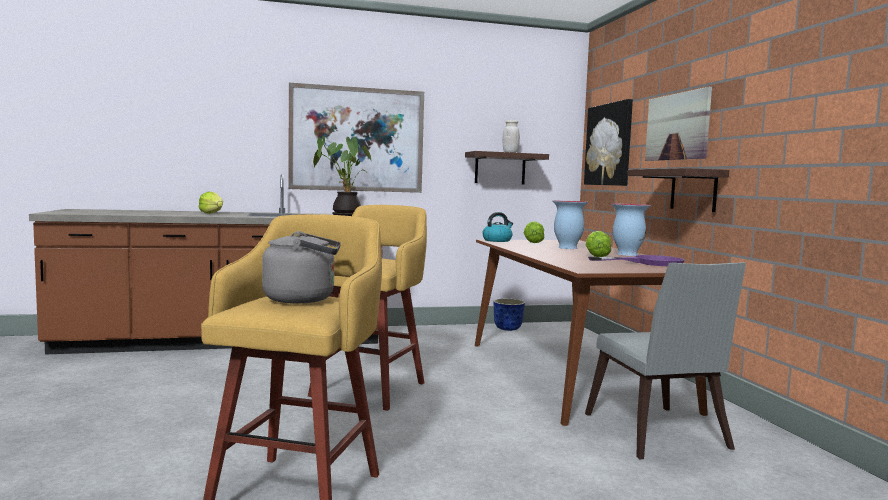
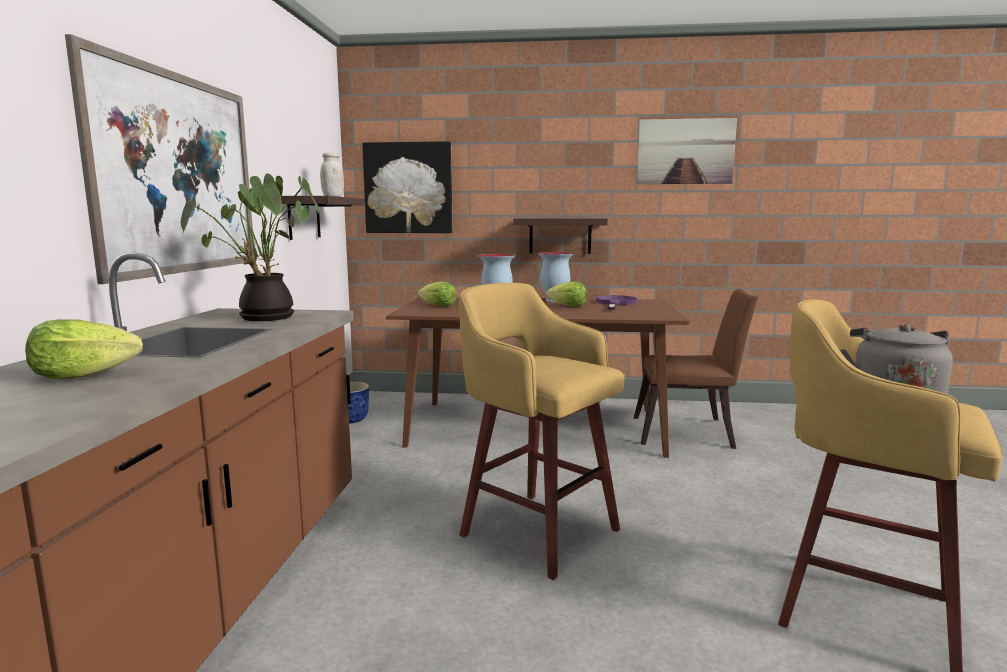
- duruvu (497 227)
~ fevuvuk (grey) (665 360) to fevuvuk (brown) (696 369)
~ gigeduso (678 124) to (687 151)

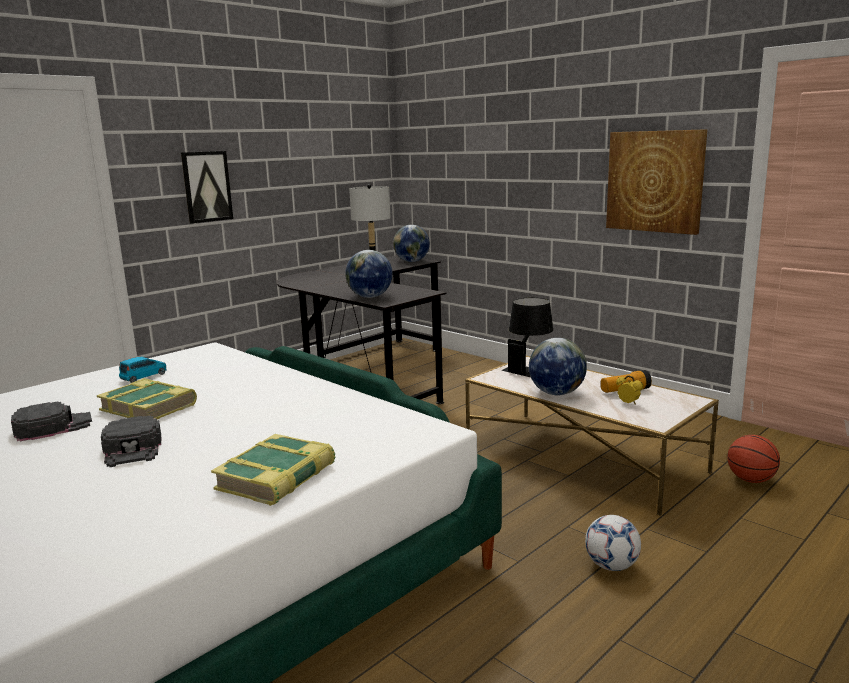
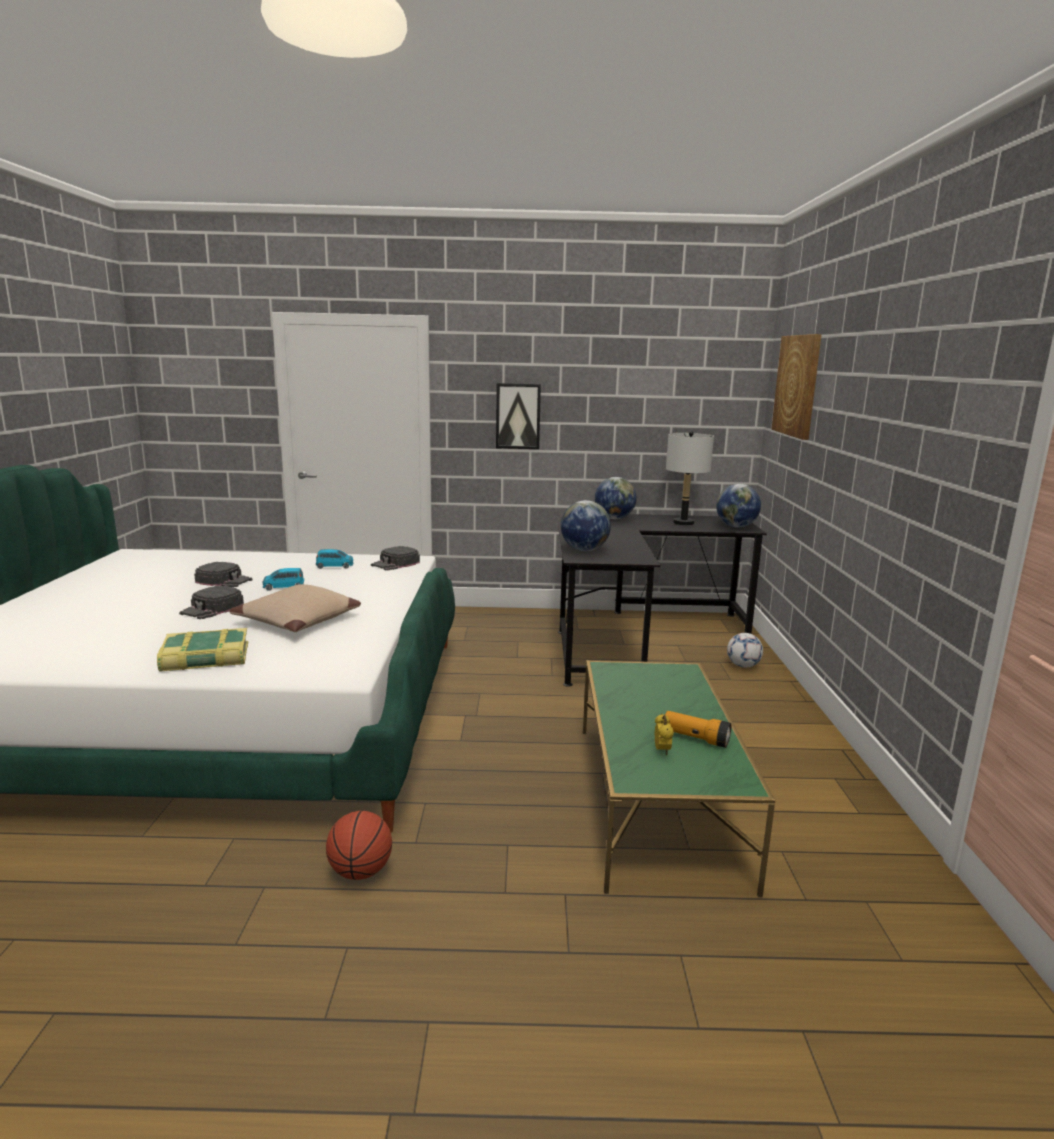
~ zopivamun (147 398) to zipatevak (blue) (283 579)
~ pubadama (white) (592 436) to pubadama (green) (679 778)
- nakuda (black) (527 337)
~ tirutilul (558 366) to (616 498)
~ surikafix (613 543) to (745 650)
~ gigeduso (656 182) to (796 387)
~ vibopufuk (753 459) to (359 845)
+ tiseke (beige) (295 608)
+ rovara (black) (395 558)

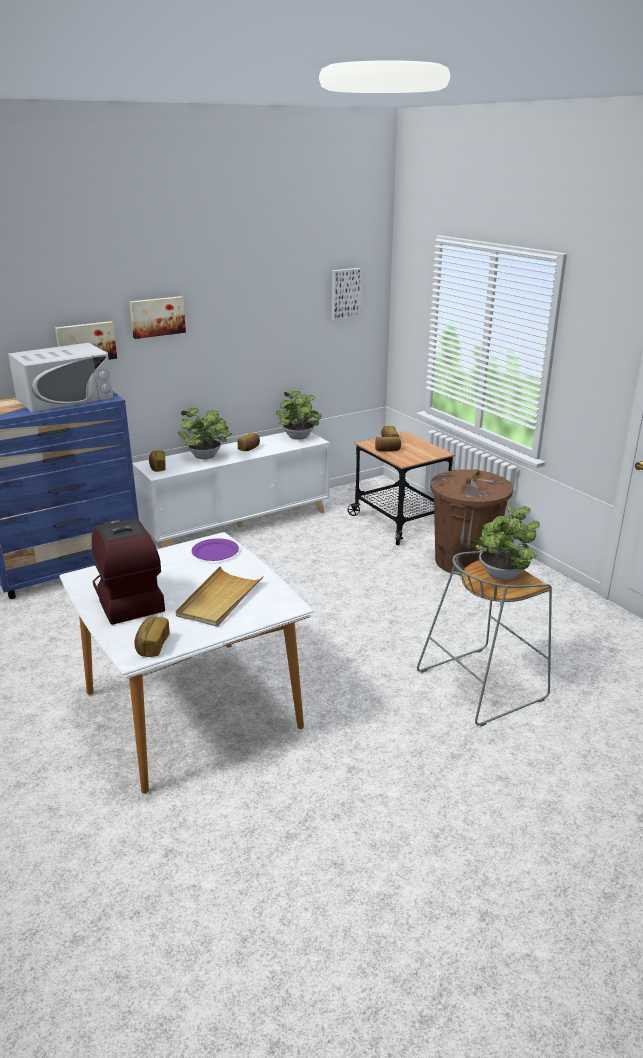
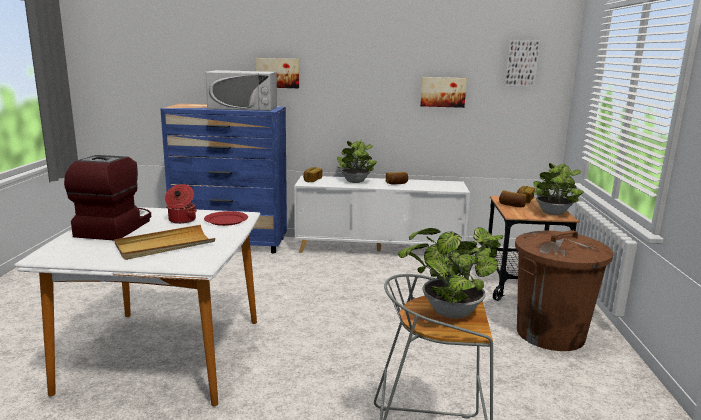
~ gigeduso (157 317) to (443 92)
- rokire (152 636)
~ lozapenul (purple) (215 549) to lozapenul (red) (226 218)
~ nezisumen (299 415) to (558 189)
+ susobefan (181 204)

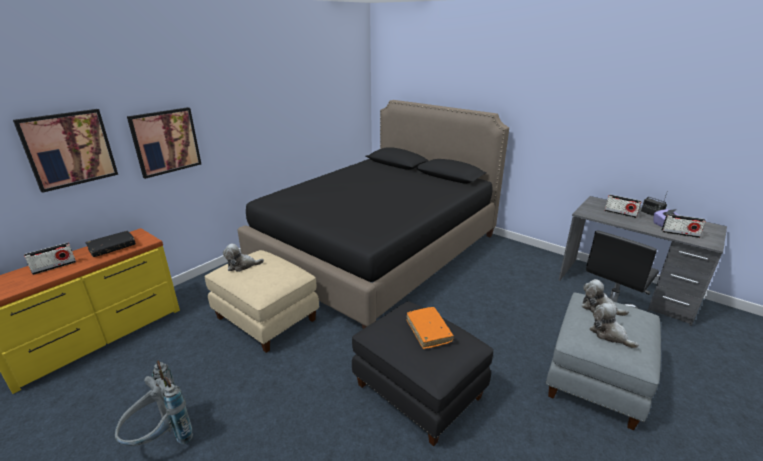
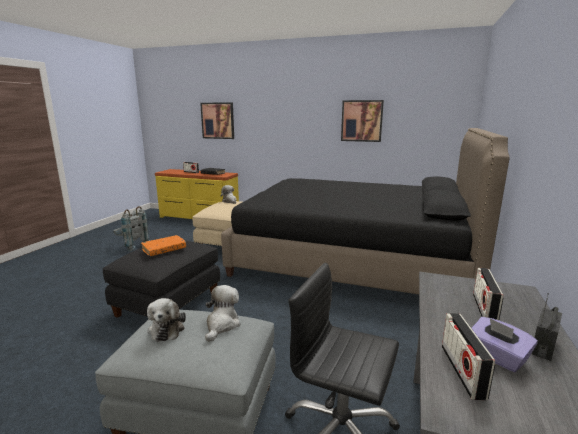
~ gigeduso (164 143) to (362 121)
~ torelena (614 326) = (166 320) 135 degrees clockwise

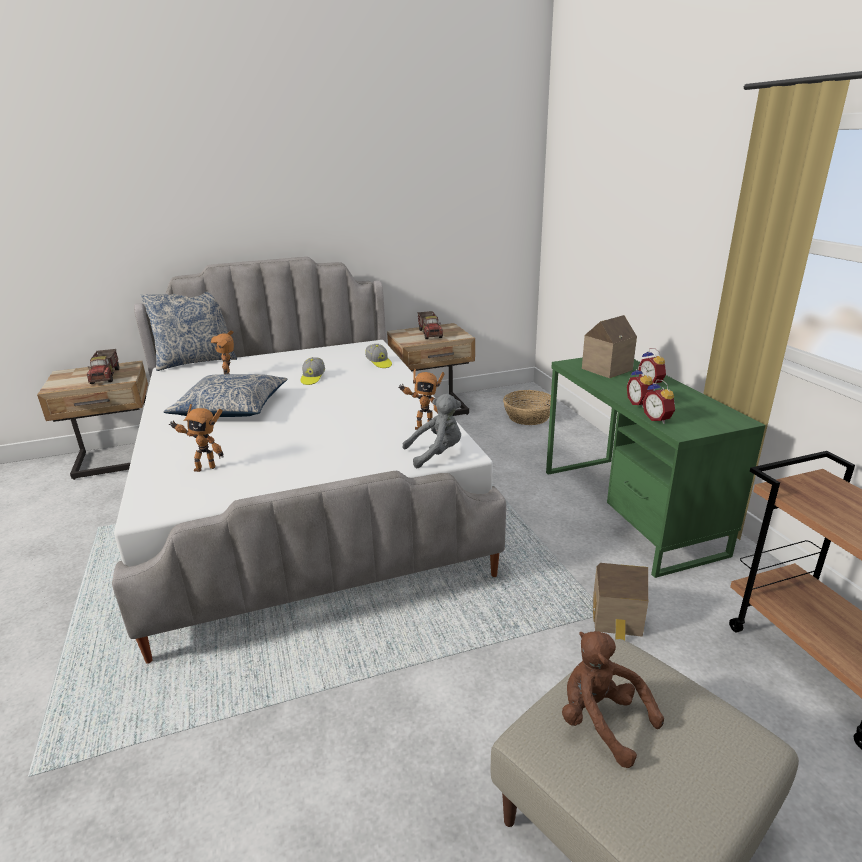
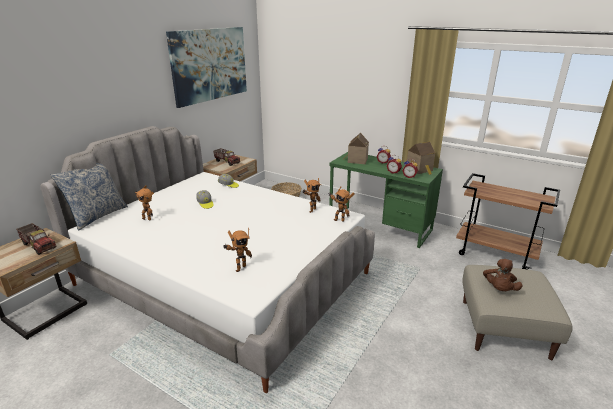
- tiseke (225 395)
~ torelena (grey) (431 431) to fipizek (342 204)
~ torelena (brown) (613 699) = (503 275) 75 degrees counterclockwise
~ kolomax (620 601) to (421 158)
+ gigeduso (206 67)

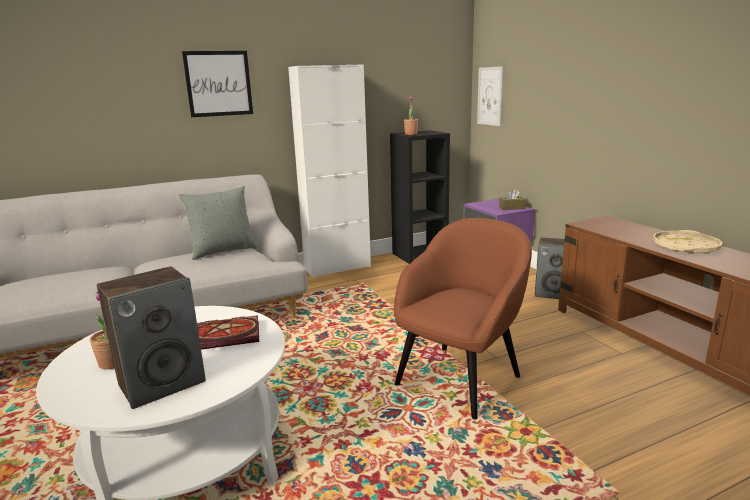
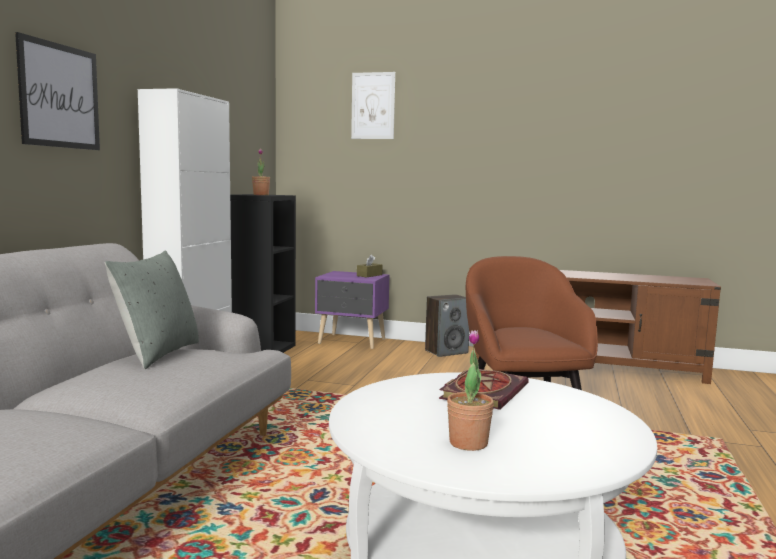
- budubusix (151 337)
~ gigeduso (490 96) to (373 105)
- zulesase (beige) (687 242)

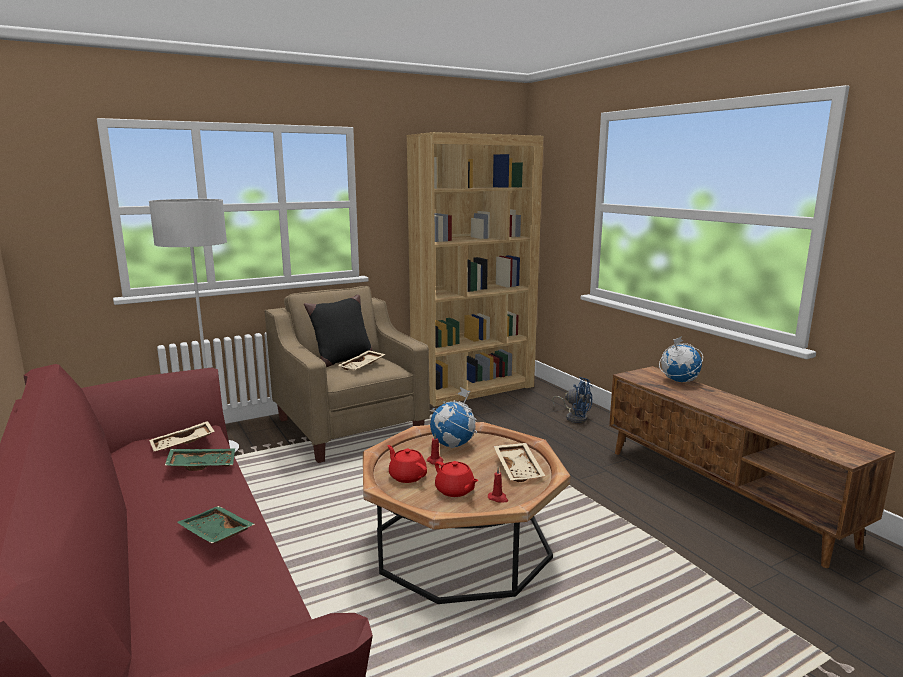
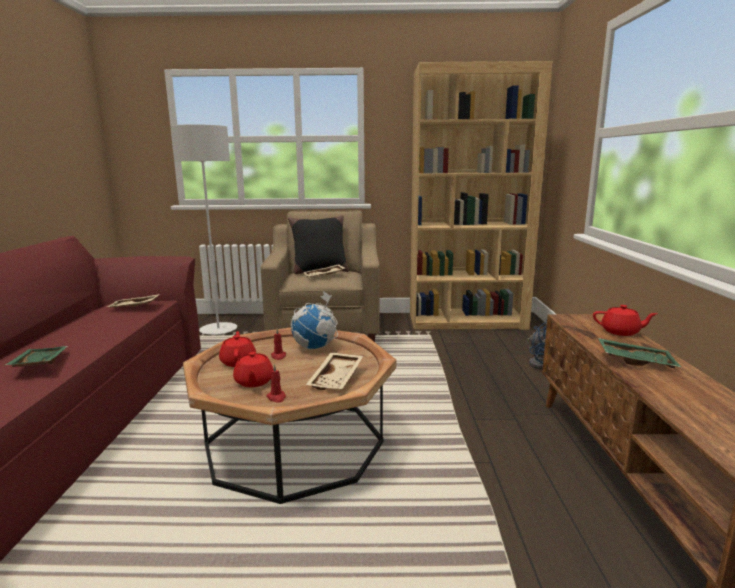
~ zulesase (green) (200 460) to (640 353)
~ tirutilul (681 359) to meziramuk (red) (625 320)

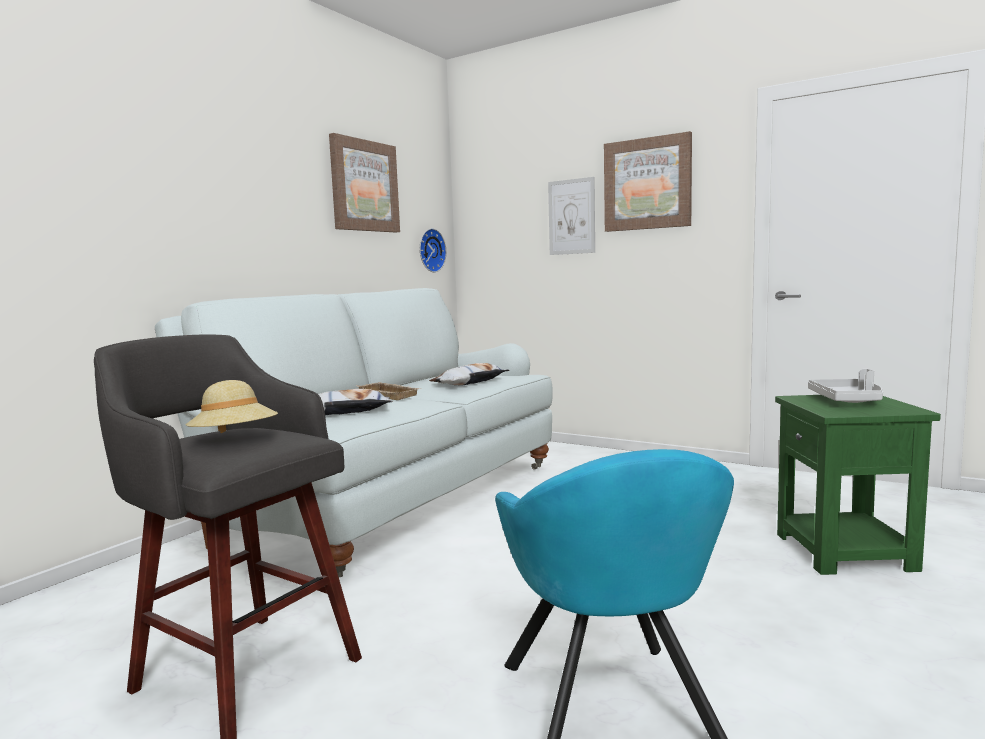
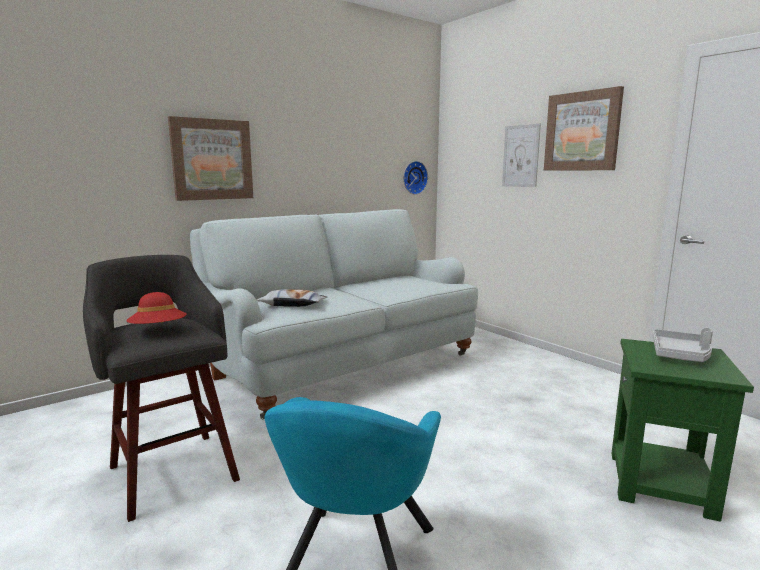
~ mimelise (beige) (231 406) to mimelise (red) (156 308)
~ gigeduso (364 183) to (210 158)
- zulesase (beige) (388 391)
- tiseke (469 374)

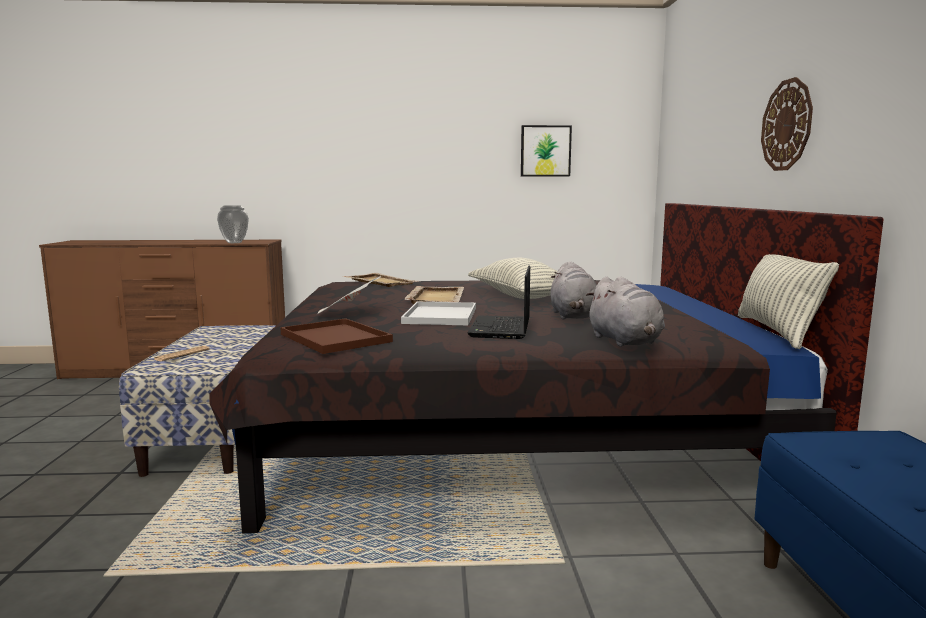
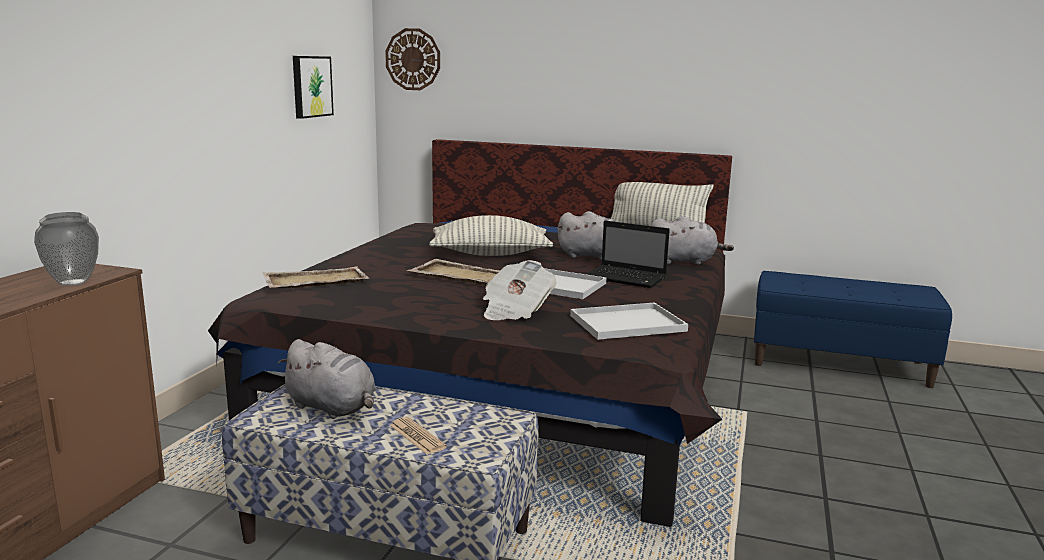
~ zulesase (brown) (336 336) to zulesase (white) (629 321)
~ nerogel (787 124) to (412 59)
+ torelena (grey) (327 379)

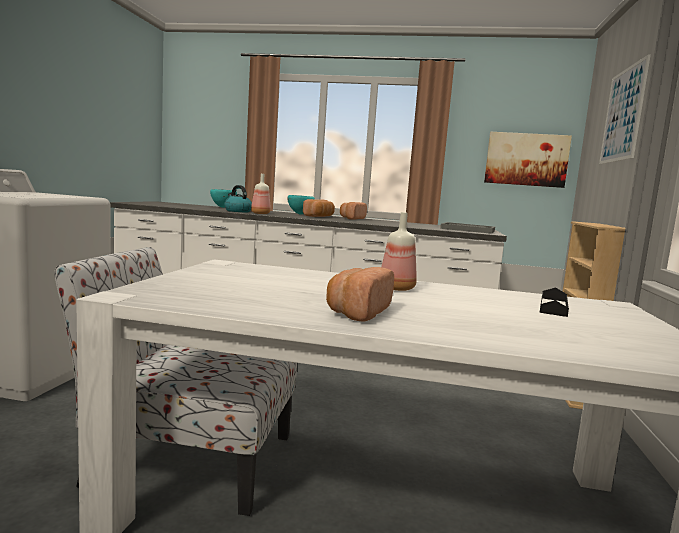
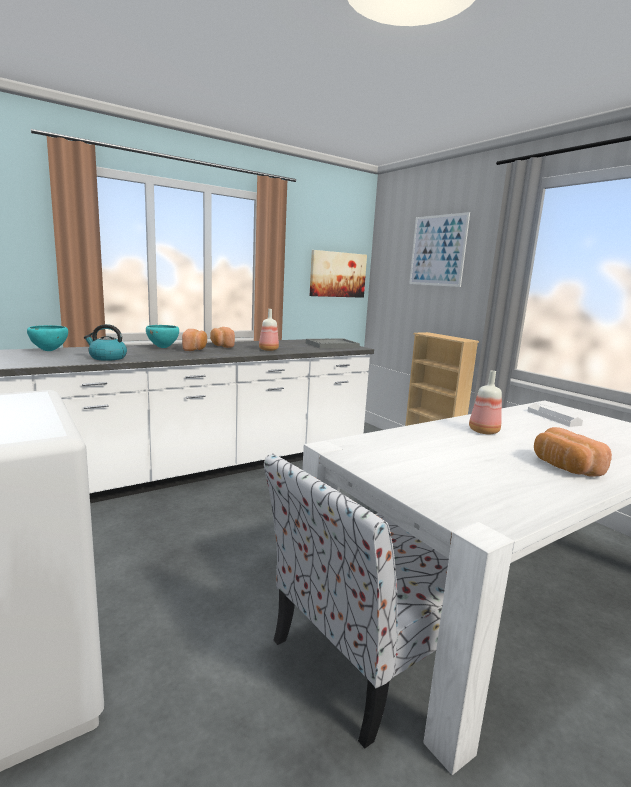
~ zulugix (261 194) to (269 330)
~ zulesase (black) (554 302) to zulesase (white) (555 415)

